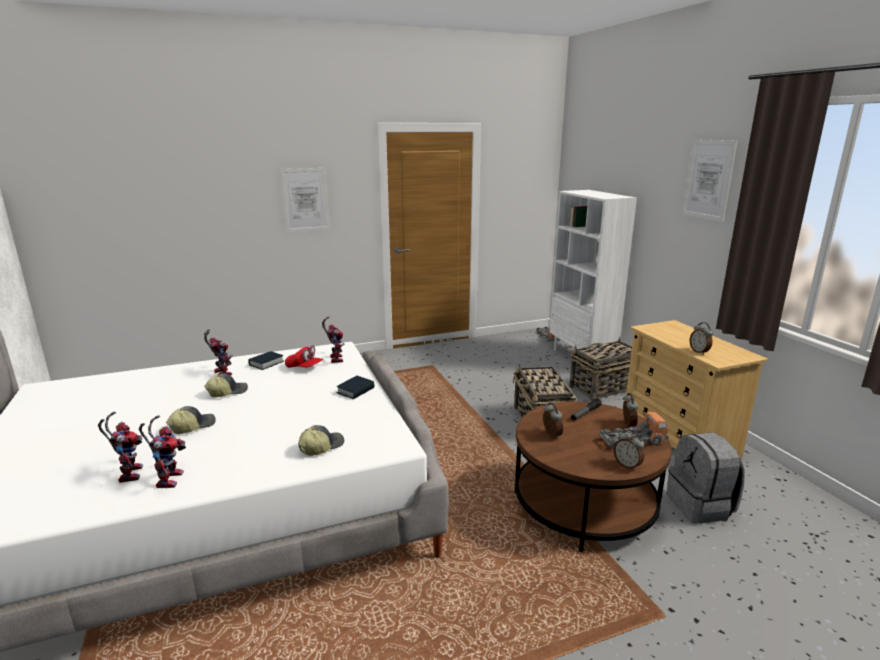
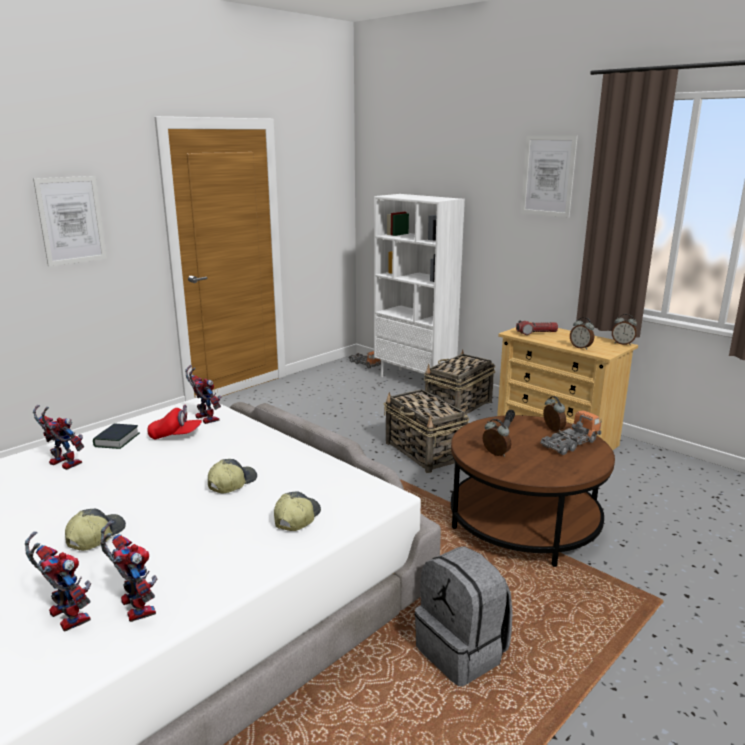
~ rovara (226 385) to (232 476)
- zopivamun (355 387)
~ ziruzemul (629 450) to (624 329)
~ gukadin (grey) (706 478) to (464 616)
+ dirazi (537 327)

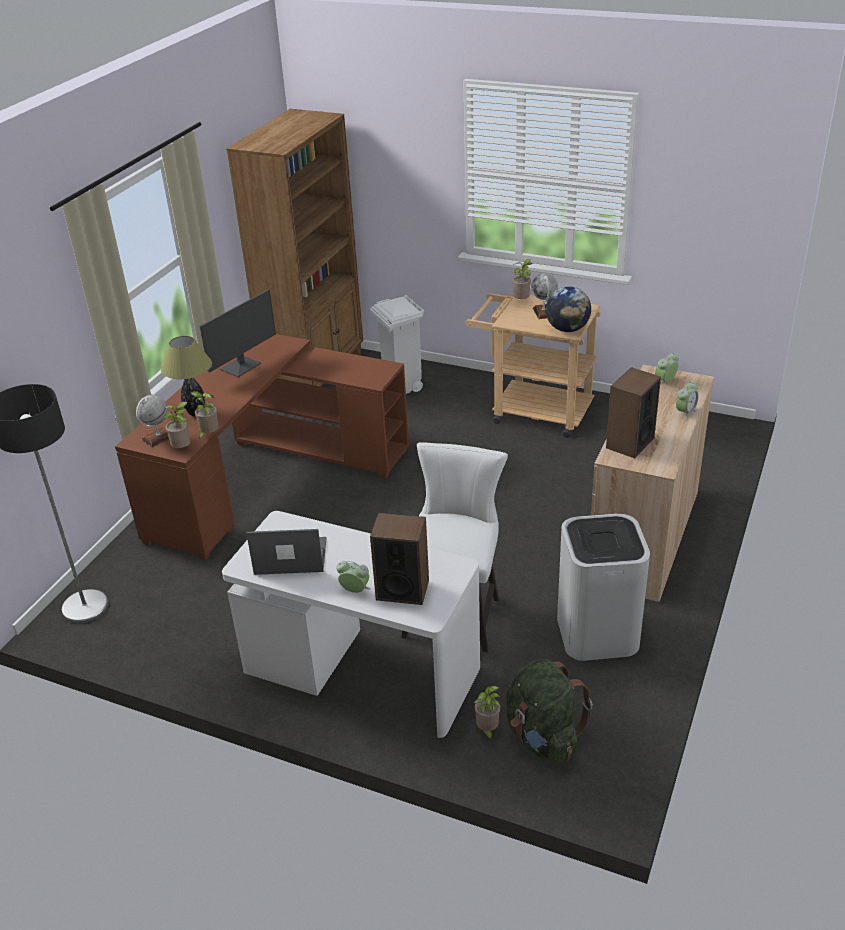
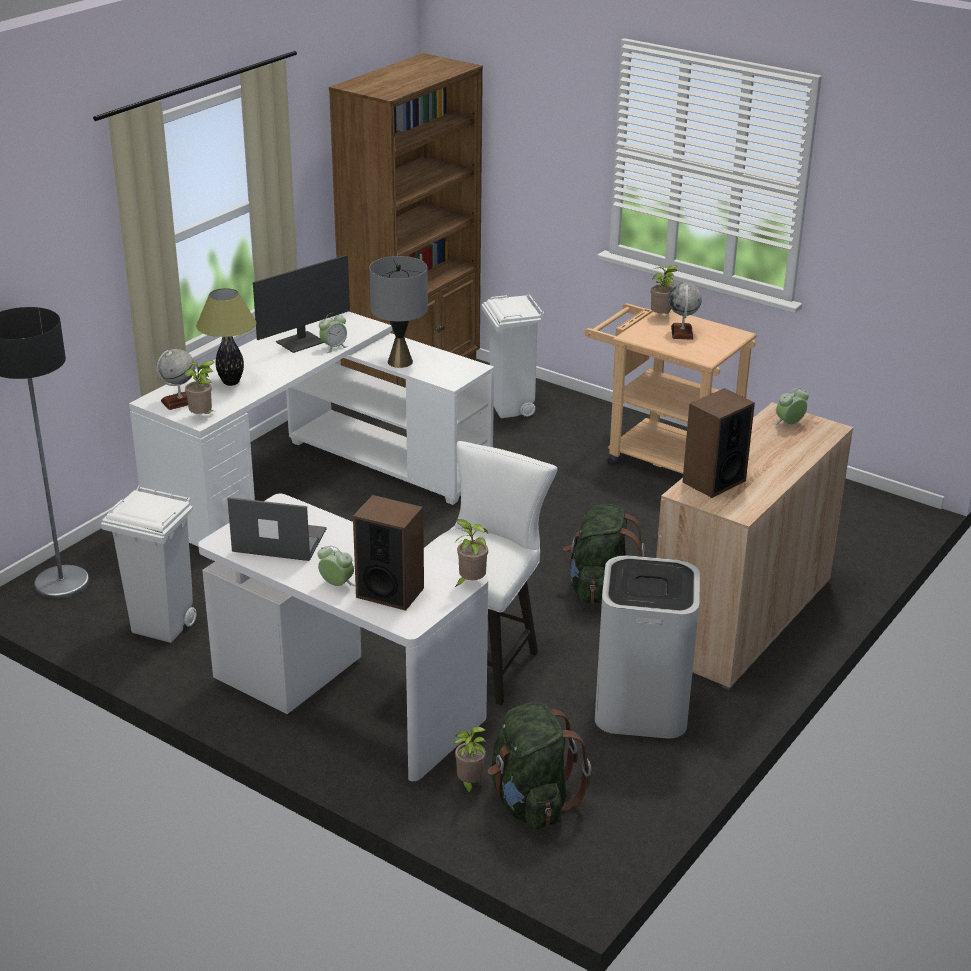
~ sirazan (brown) (262 447) to sirazan (white) (311 429)
~ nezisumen (204 415) to (471 553)
- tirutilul (568 309)
~ ziruzemul (687 400) to (333 333)
+ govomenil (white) (149 564)
+ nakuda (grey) (398 312)
+ gukadin (green) (604 554)

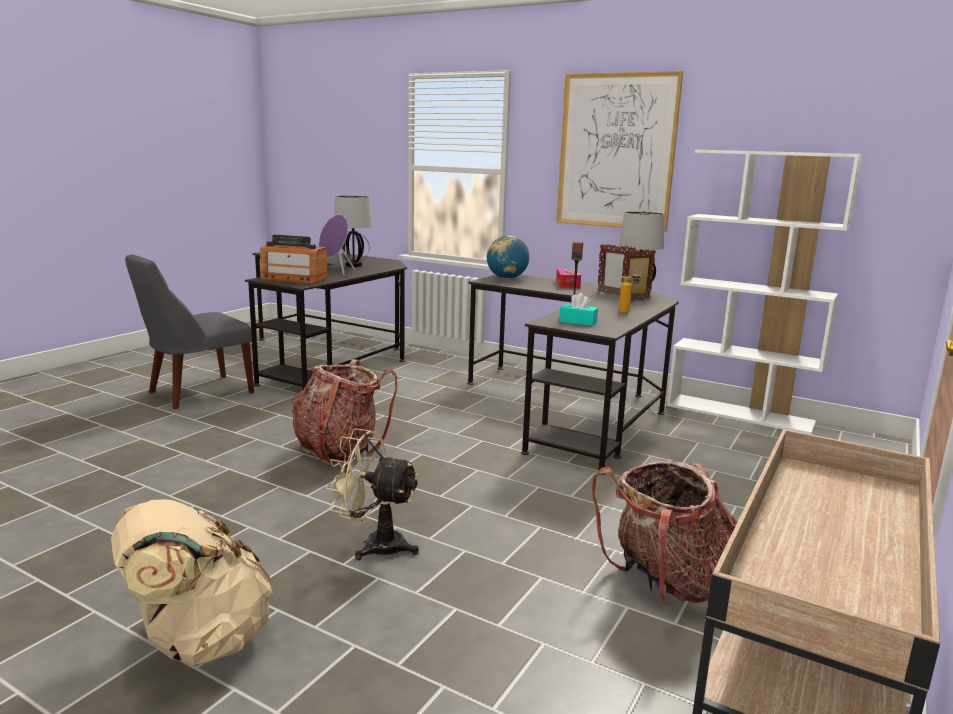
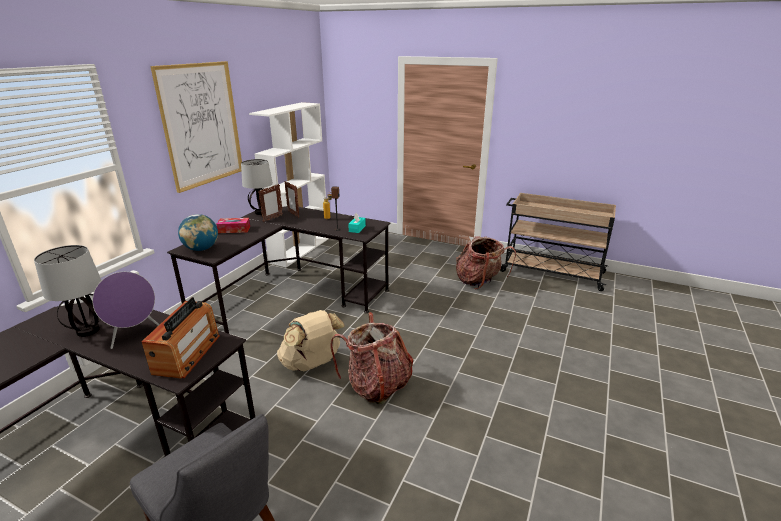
~ gukadin (beige) (192 582) to (311 340)
- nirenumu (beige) (372 494)

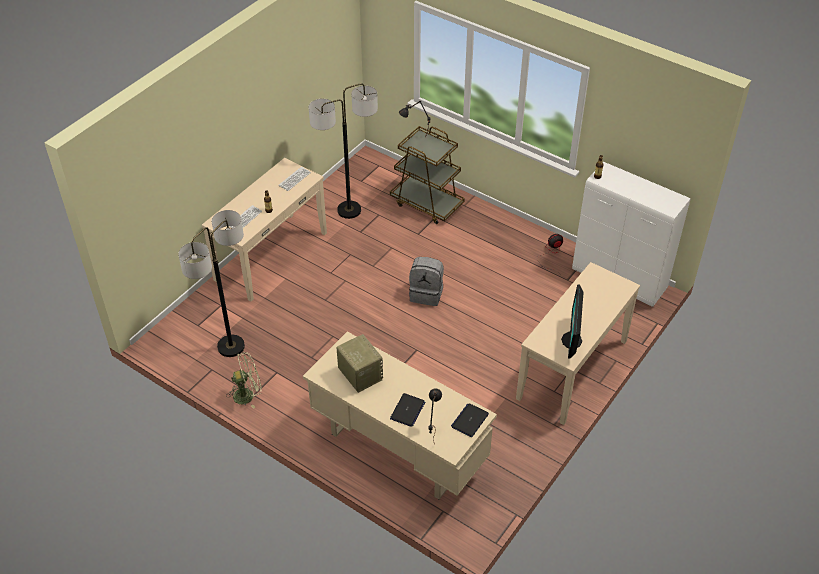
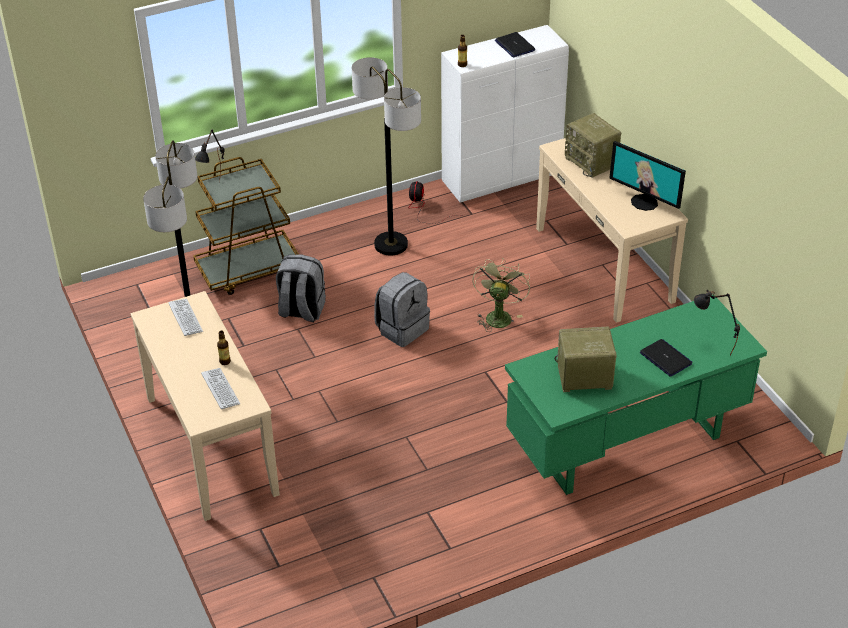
~ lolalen (211 283) to (386 156)
~ nirenumu (green) (244 380) to (501 295)
~ sirazan (beige) (400 415) to sirazan (green) (636 395)
~ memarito (470 420) to (515 44)
+ gukadin (grey) (301 288)
+ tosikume (593 145)

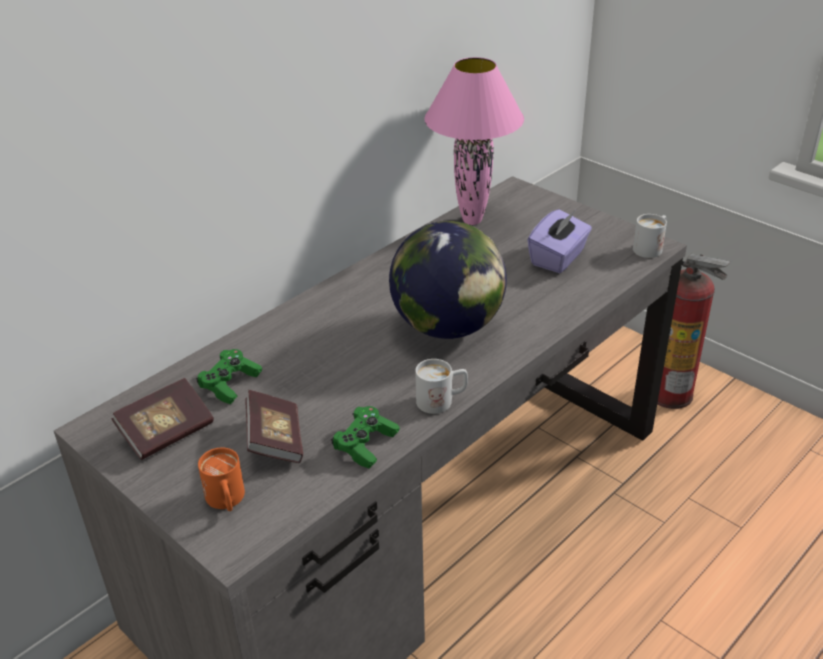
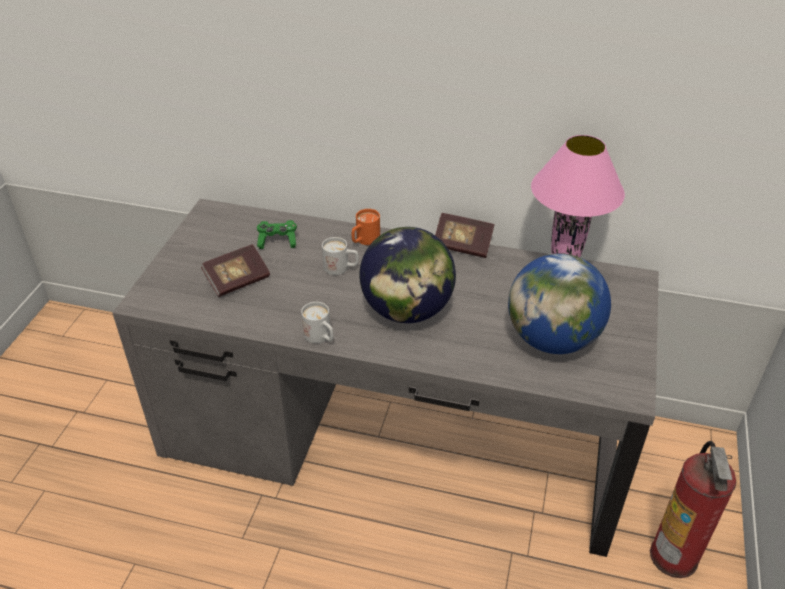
~ zopivamun (162 419) to (465 235)
~ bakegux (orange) (221 479) to (366 227)
- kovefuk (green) (365 437)
~ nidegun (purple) (560 241) to tirutilul (559 303)
~ bakegux (white) (650 236) to (340 256)

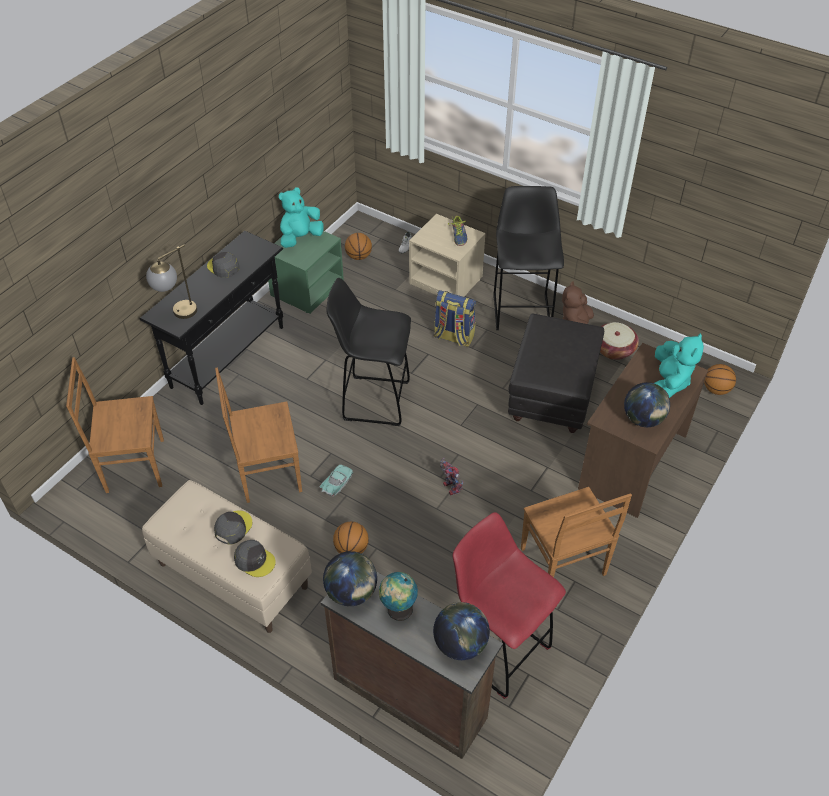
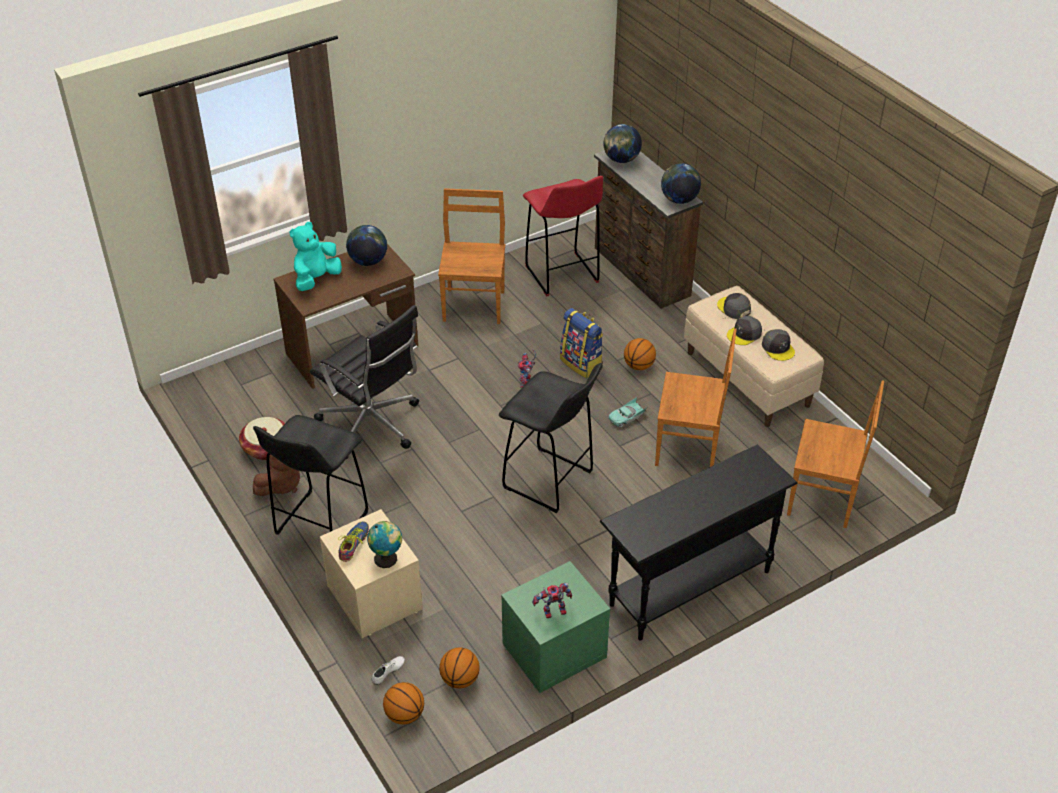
- nakuda (171 282)
~ rovara (grey) (223 265) to (778 345)
~ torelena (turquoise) (301 218) to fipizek (552 600)
~ tirutilul (398 596) to (384 544)
~ gukadin (455 318) to (581 343)
~ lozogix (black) (556 373) to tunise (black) (364 382)
~ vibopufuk (720 379) to (403 703)

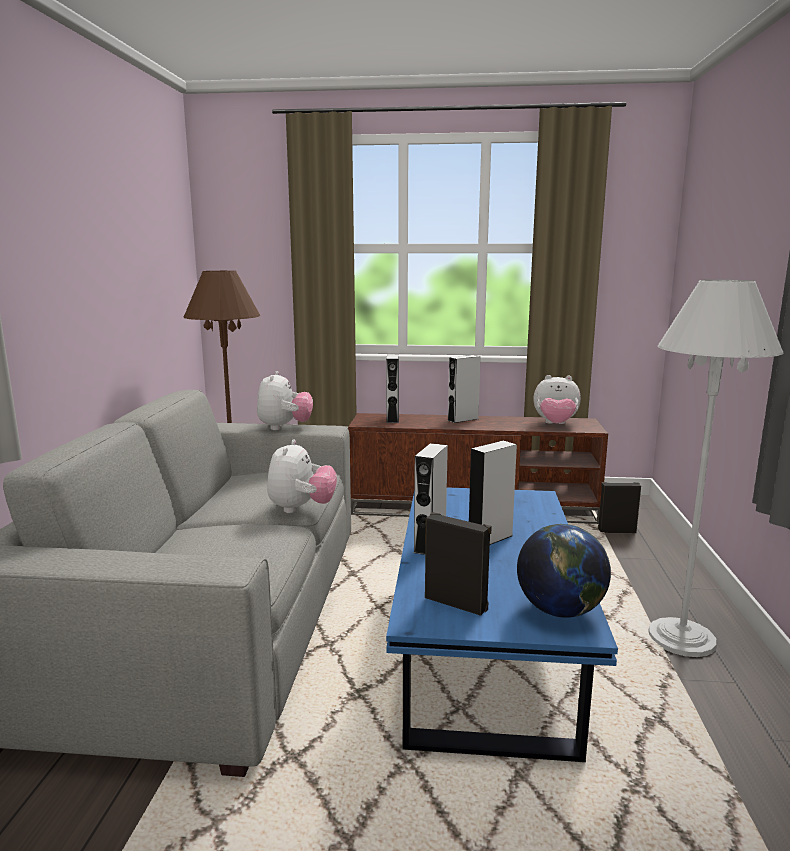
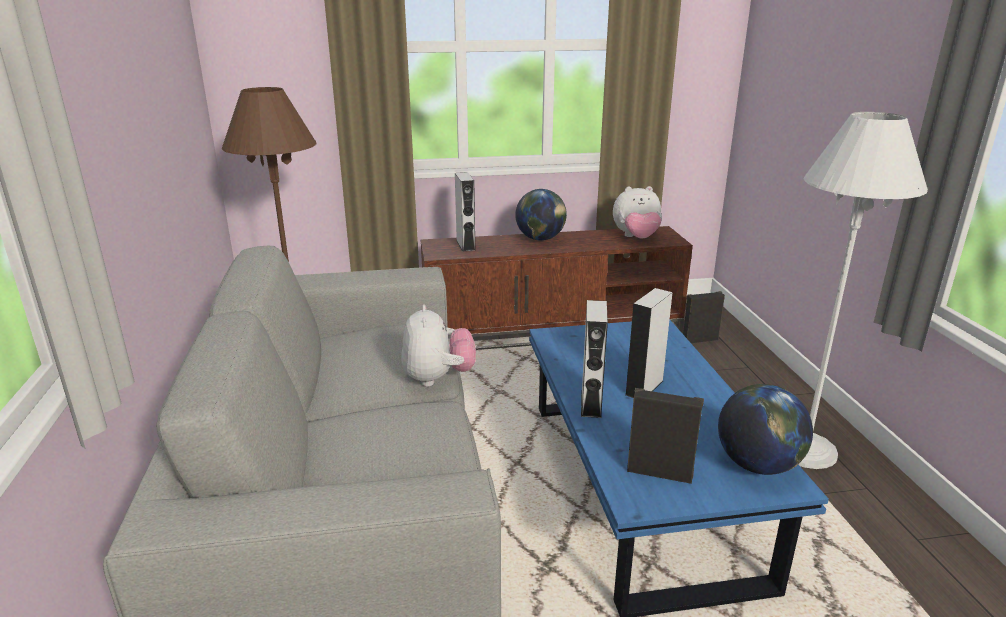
- torelena (285 400)
~ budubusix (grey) (464 389) to tirutilul (541 215)

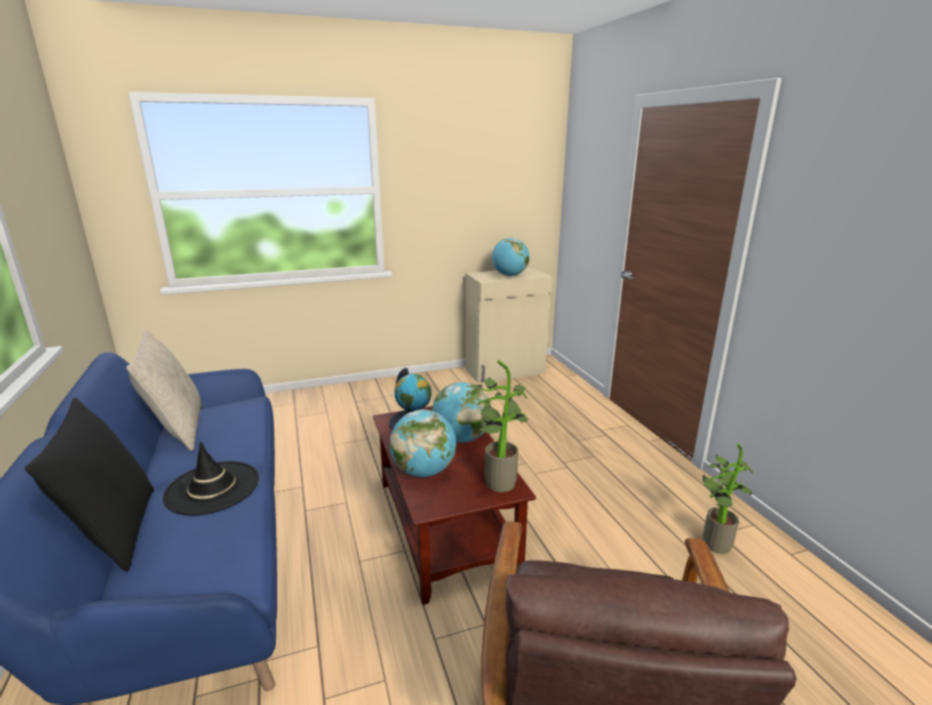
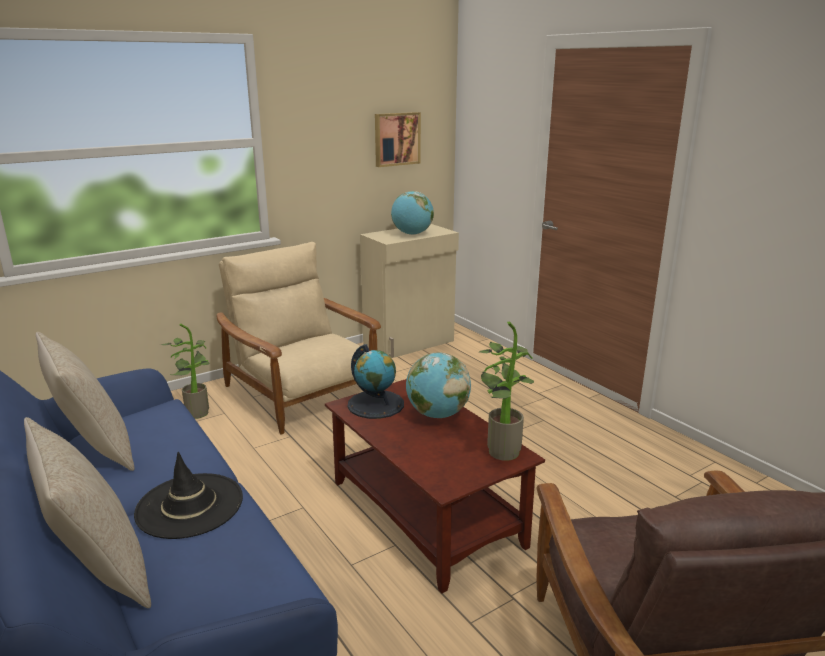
~ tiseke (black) (89 484) to tiseke (beige) (87 512)
- tirutilul (423 443)
~ nezisumen (727 498) to (185 371)
+ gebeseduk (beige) (299 338)
+ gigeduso (398 139)

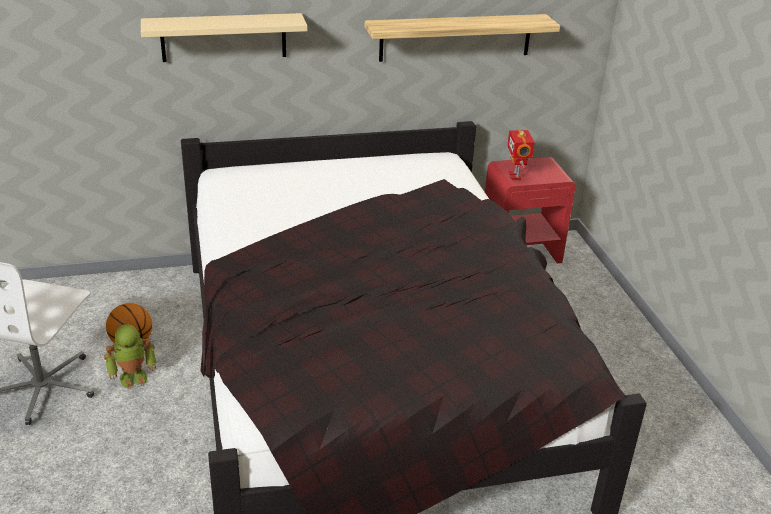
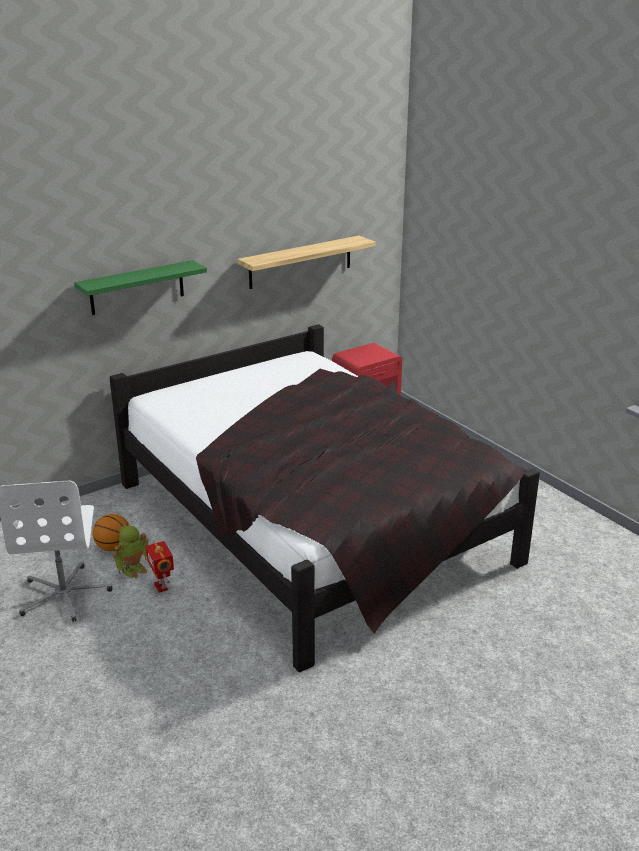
~ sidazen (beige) (224 37) to sidazen (green) (140 287)
~ fipizek (521 155) to (160 567)

